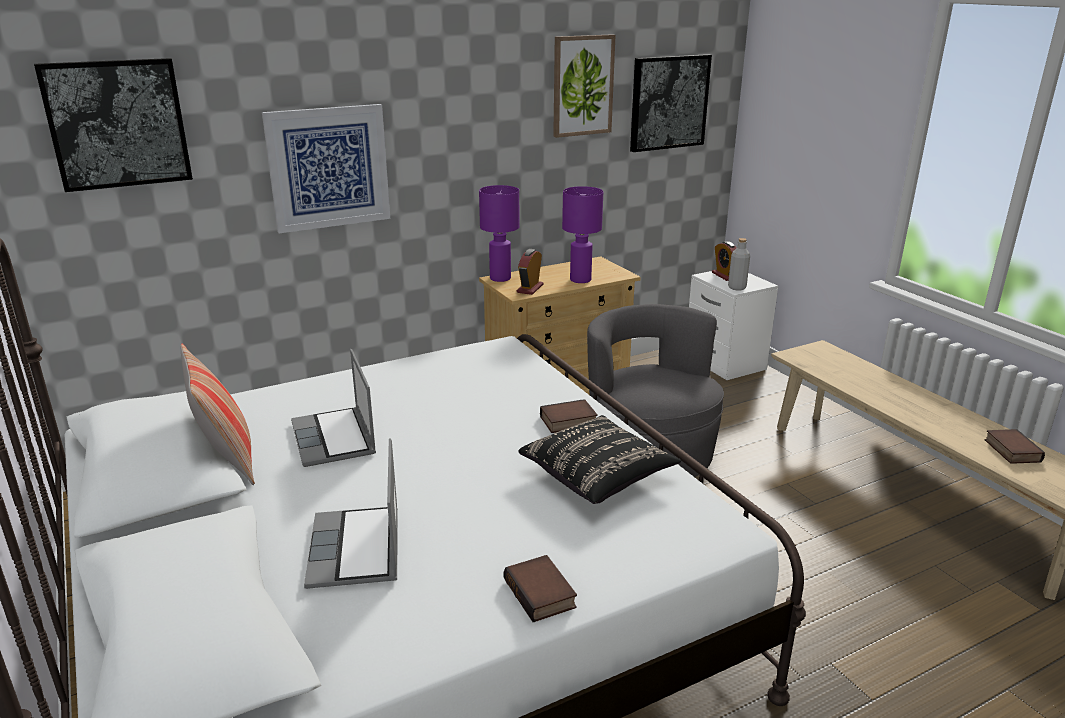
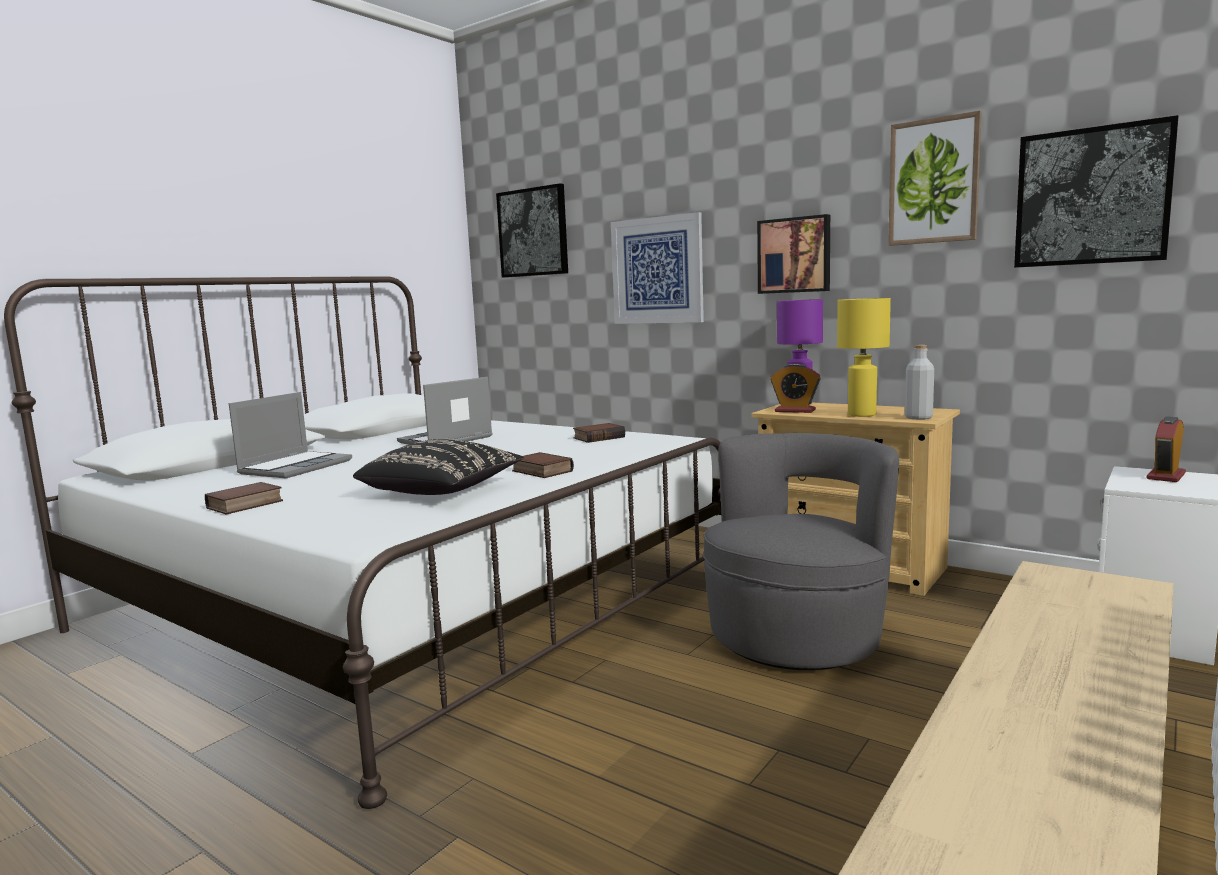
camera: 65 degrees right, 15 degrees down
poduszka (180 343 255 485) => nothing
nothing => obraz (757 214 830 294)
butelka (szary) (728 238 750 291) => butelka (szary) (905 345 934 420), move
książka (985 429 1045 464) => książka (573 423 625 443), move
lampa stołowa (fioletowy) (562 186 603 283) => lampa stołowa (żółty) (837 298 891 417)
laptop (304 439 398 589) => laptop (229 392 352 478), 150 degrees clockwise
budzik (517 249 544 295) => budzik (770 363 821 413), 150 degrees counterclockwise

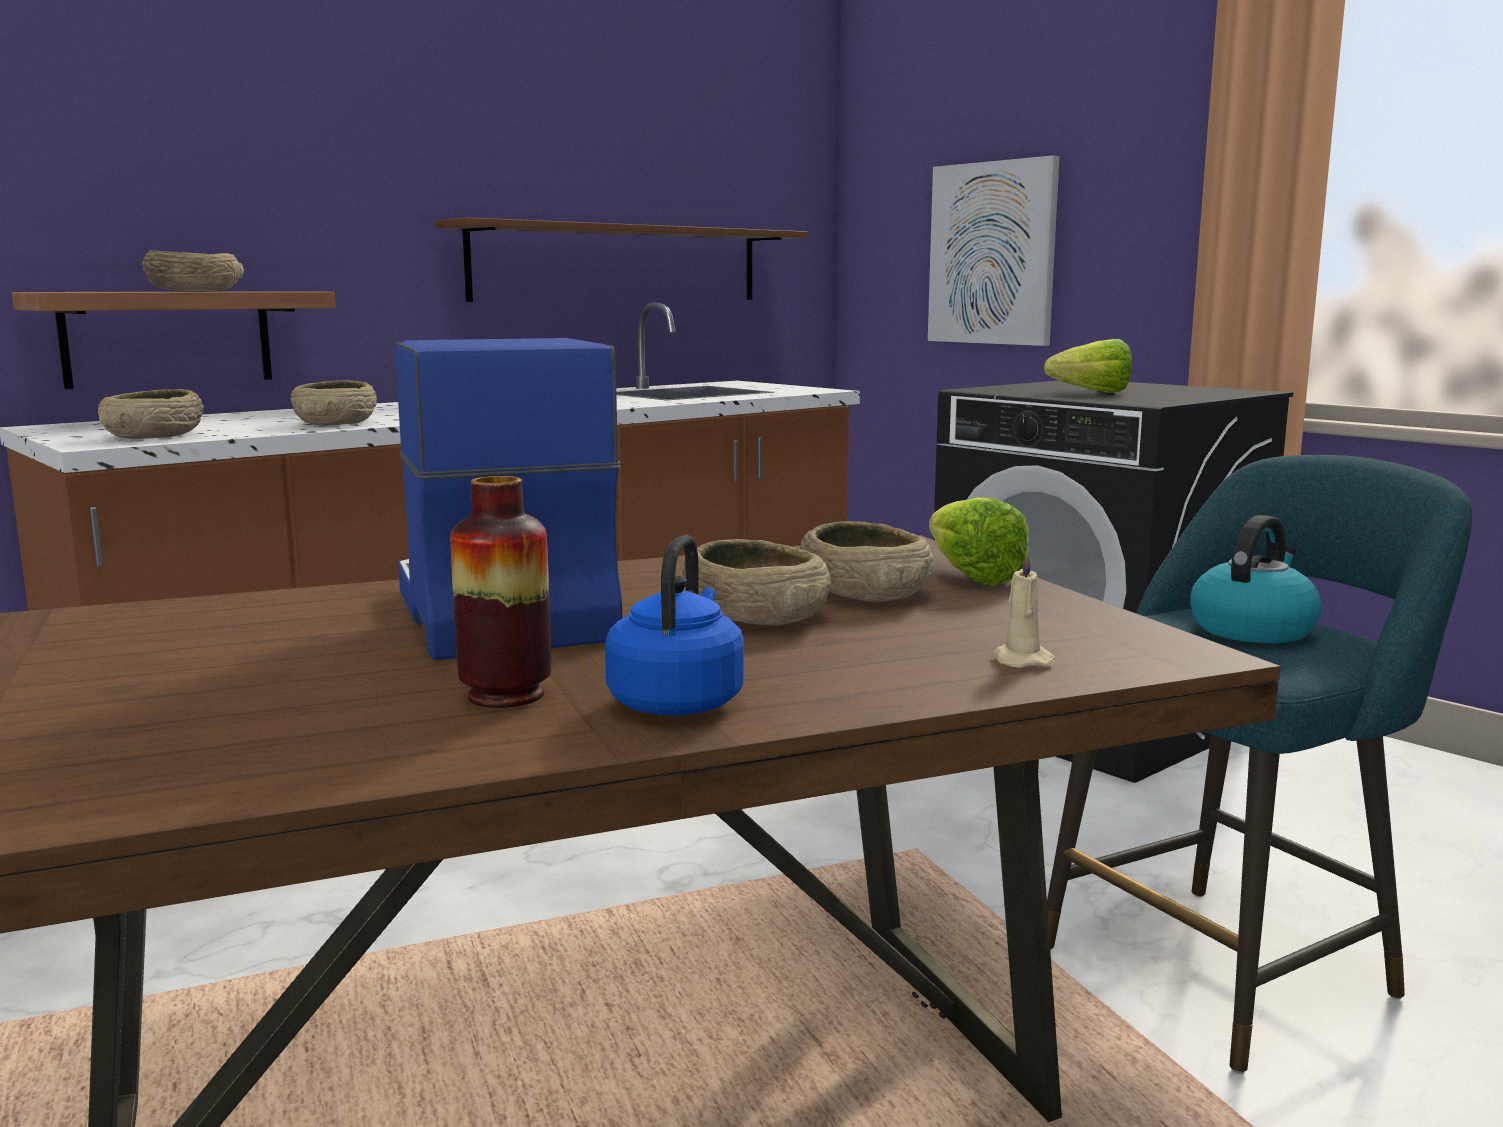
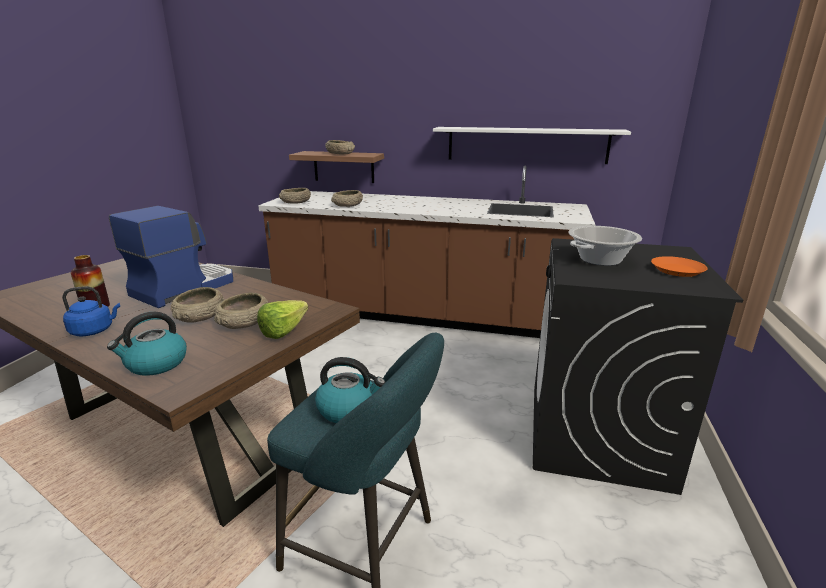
camera: 55 degrees right, 10 degrees up
obraz (928 155 1060 346) => nothing
nothing => talerz (pomarańczowy) (651 256 708 277)
świeca (beżowy) (992 549 1055 668) => czajnik (107 312 187 376)
sałata (1044 339 1132 393) => garnek (569 226 642 266)
półka (brązowy) (435 217 807 302) => półka (biały) (433 127 631 164)

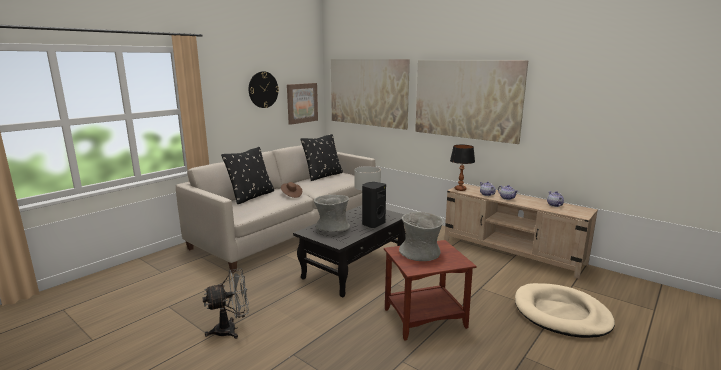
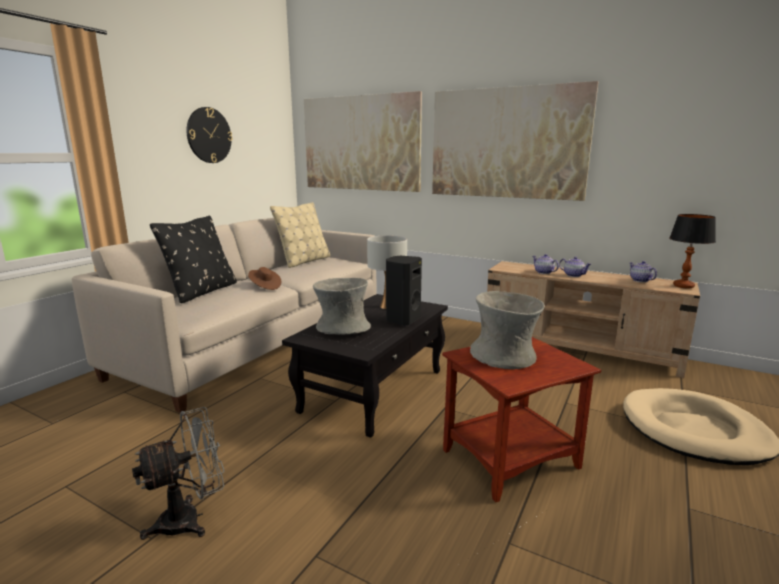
camera: 10 degrees left, 0 degrees up
obraz (287 83 318 125) => nothing
lampa stołowa (450 145 475 191) => lampa stołowa (669 214 716 289), move
poduszka (czarny) (300 134 343 181) => poduszka (beżowy) (270 202 330 268)

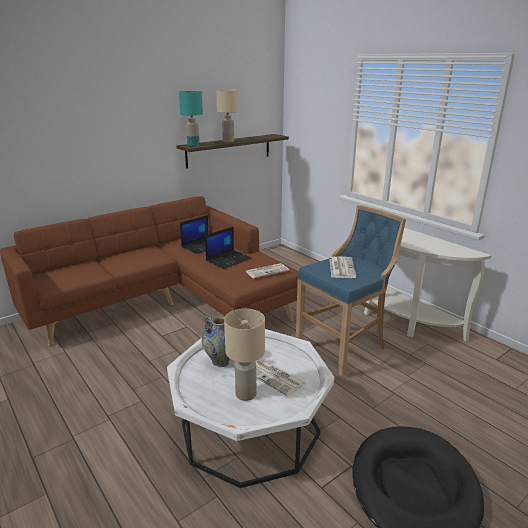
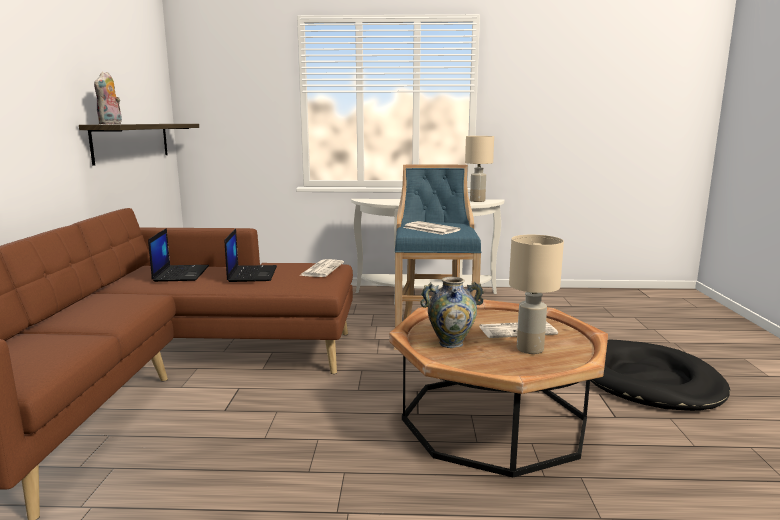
camera: 50 degrees left, 10 degrees down
lampa stołowa (beżowy) (216 89 238 142) => lampa stołowa (beżowy) (465 136 494 202), move
lampa stołowa (turkusowy) (179 91 203 147) => pluszak (94 72 122 124)
ława (biały) (167 329 335 488) => ława (brązowy) (389 299 608 477)

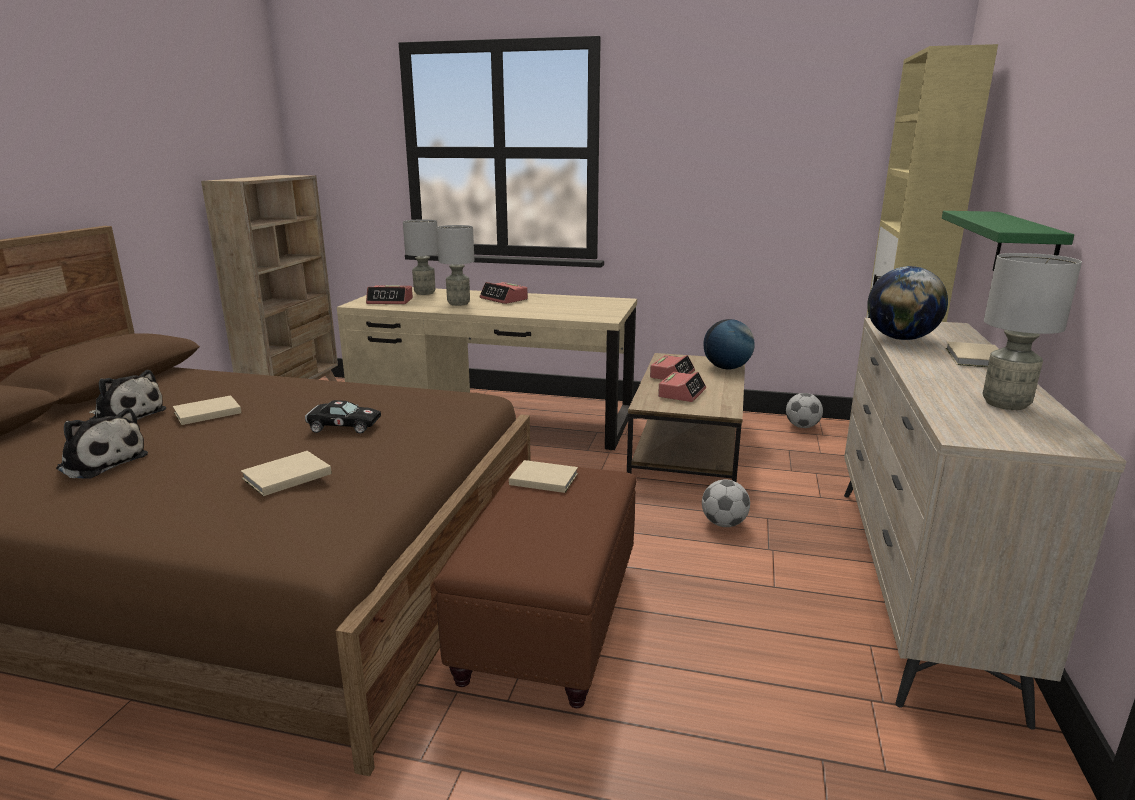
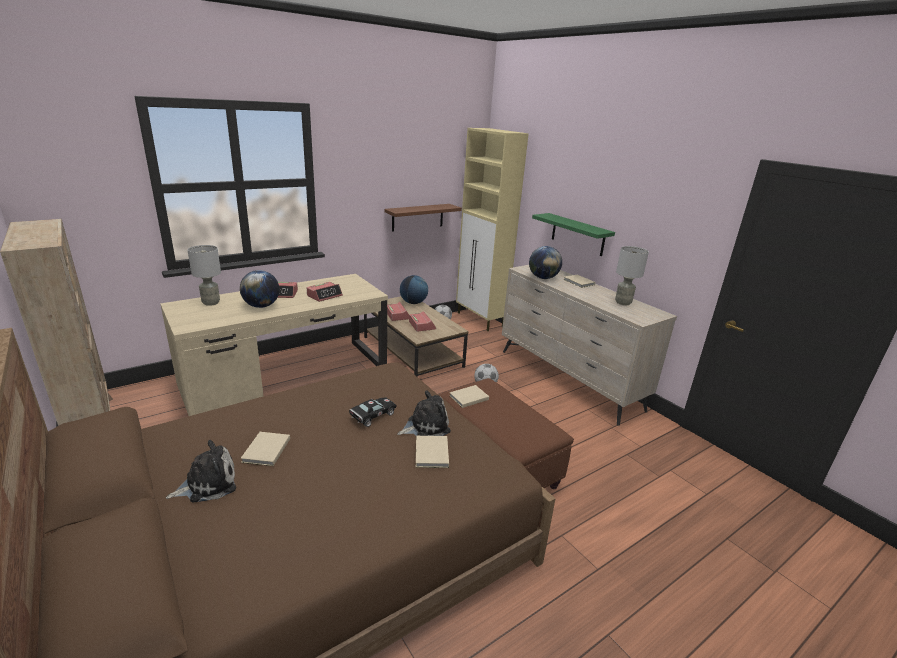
camera: 50 degrees left, 5 degrees up
nothing => półka (brązowy) (384 204 462 232)
pluszak (56 408 148 479) => pluszak (397 390 451 436), move
budzik (366 285 413 304) => budzik (307 282 343 302), move
lampa stołowa (szary) (436 225 475 306) => globus (240 270 279 308)

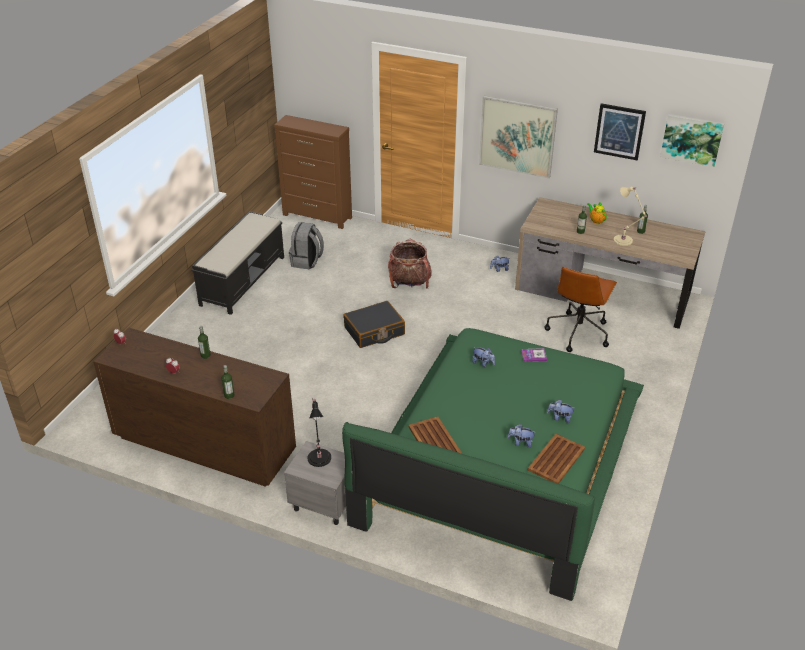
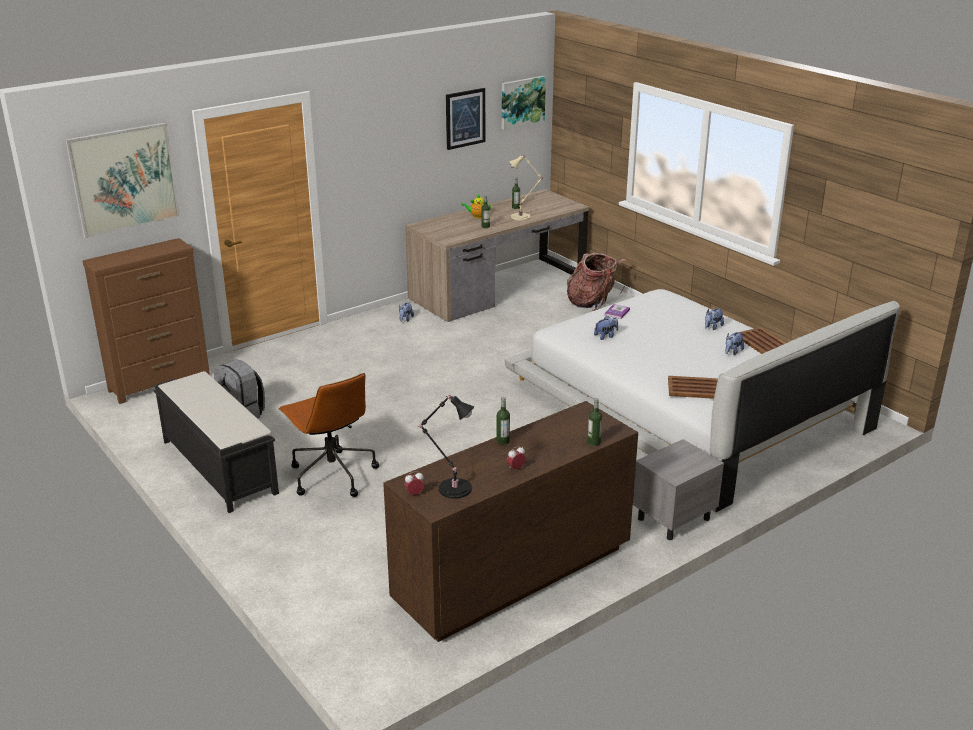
camera: 60 degrees left, 10 degrees down
walizka (czarny) (344 301 405 348) => nothing
lampa stołowa (czarny) (308 398 331 467) => lampa stołowa (czarny) (417 394 474 499), move
plecak (388 239 432 289) => plecak (567 252 630 311), move
obraz (479 96 558 179) => obraz (65 122 180 238), move
krzesło biurowe (brązowy) (544 267 617 352) => krzesło biurowe (brązowy) (278 373 379 497), move
łóżko (zielony) (342 328 644 601) => łóżko (biały) (504 289 900 512)

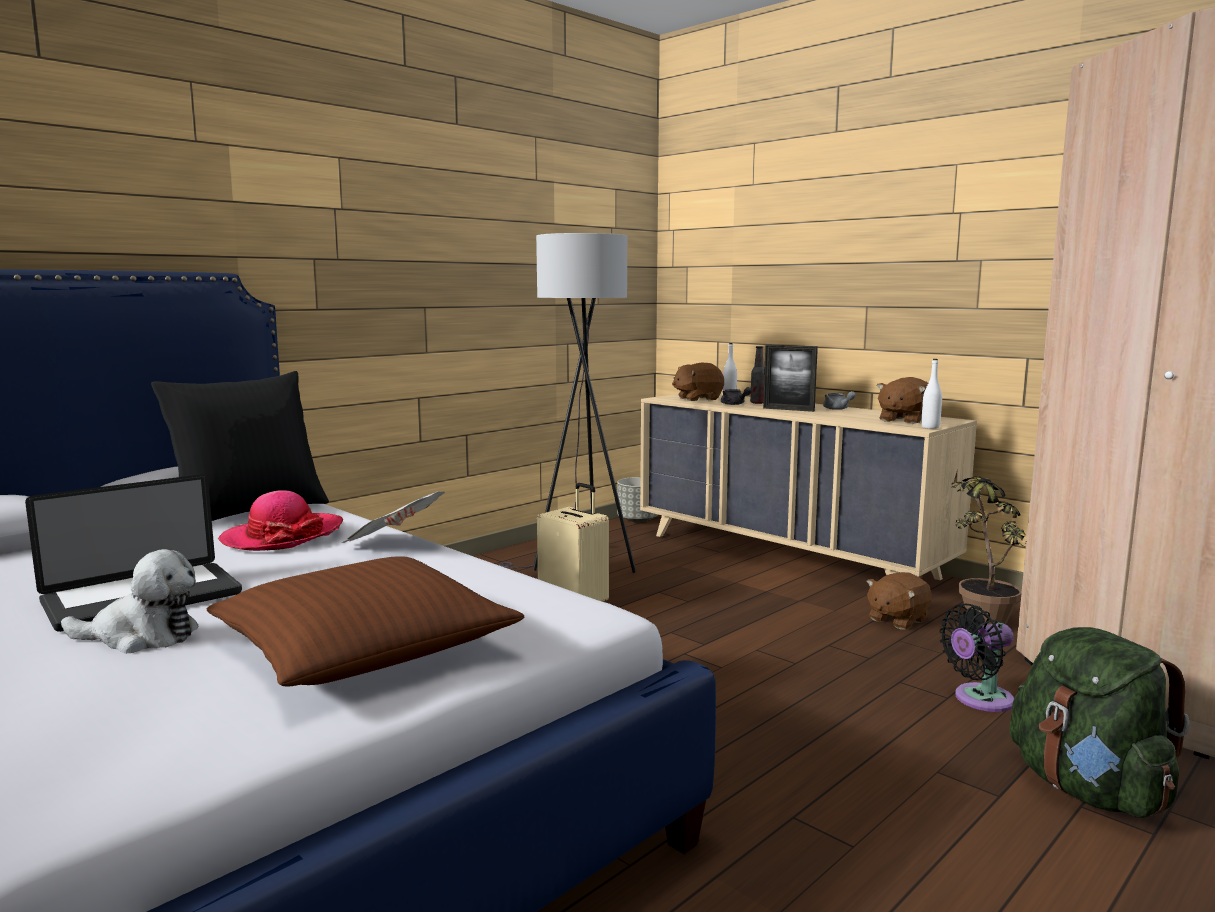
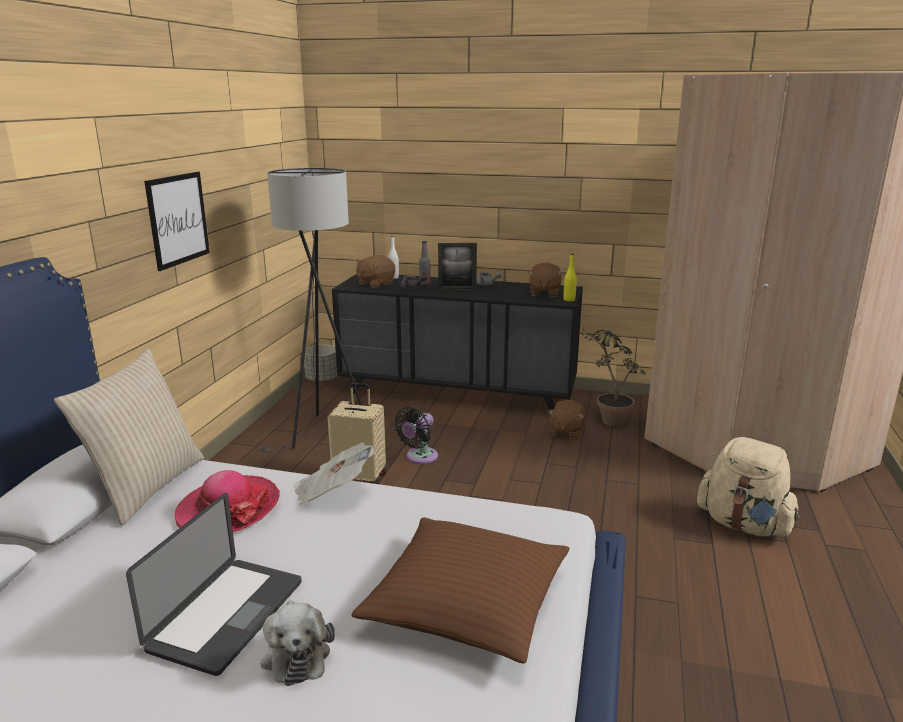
camera: 30 degrees left, 10 degrees up
nothing => obraz (144 172 210 271)
wentylator (czarny) (939 604 1014 712) => wentylator (czarny) (394 407 438 464), move
poduszka (czarny) (151 371 329 521) => poduszka (beżowy) (54 348 204 526)
komoda (beżowy) (640 394 977 580) => komoda (czarny) (332 274 583 410)
butelka (biały) (922 359 942 429) => butelka (żółty) (564 254 577 301)
plecak (zielony) (1009 627 1190 818) => plecak (beżowy) (697 437 800 537)
pluszak (61 549 199 653) => pluszak (260 600 335 686), 105 degrees clockwise

